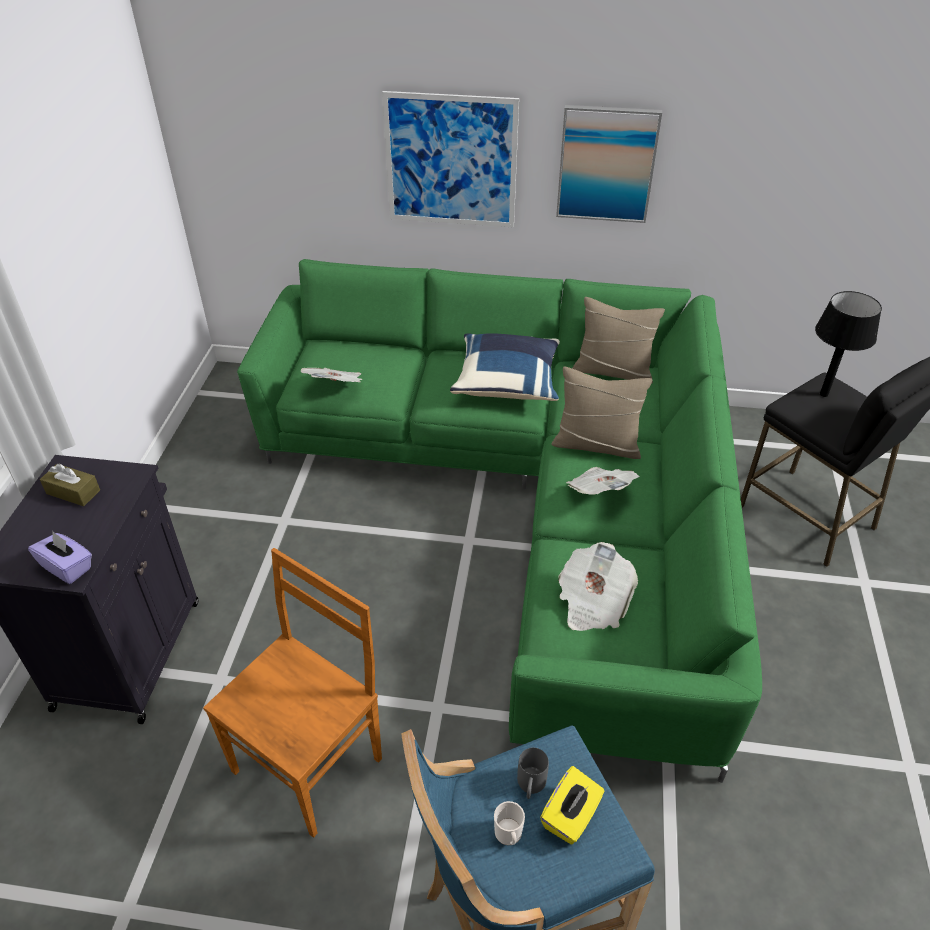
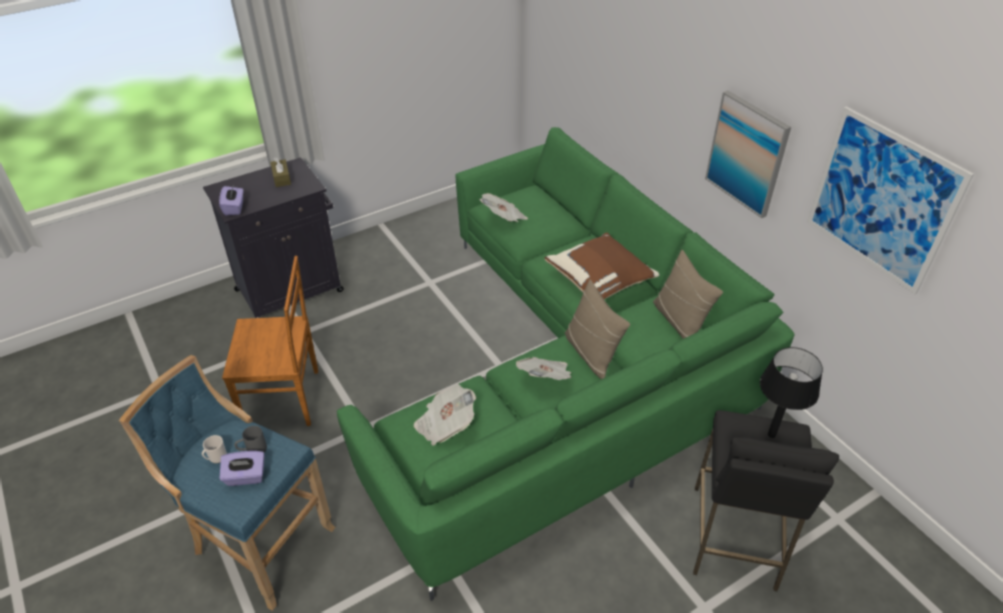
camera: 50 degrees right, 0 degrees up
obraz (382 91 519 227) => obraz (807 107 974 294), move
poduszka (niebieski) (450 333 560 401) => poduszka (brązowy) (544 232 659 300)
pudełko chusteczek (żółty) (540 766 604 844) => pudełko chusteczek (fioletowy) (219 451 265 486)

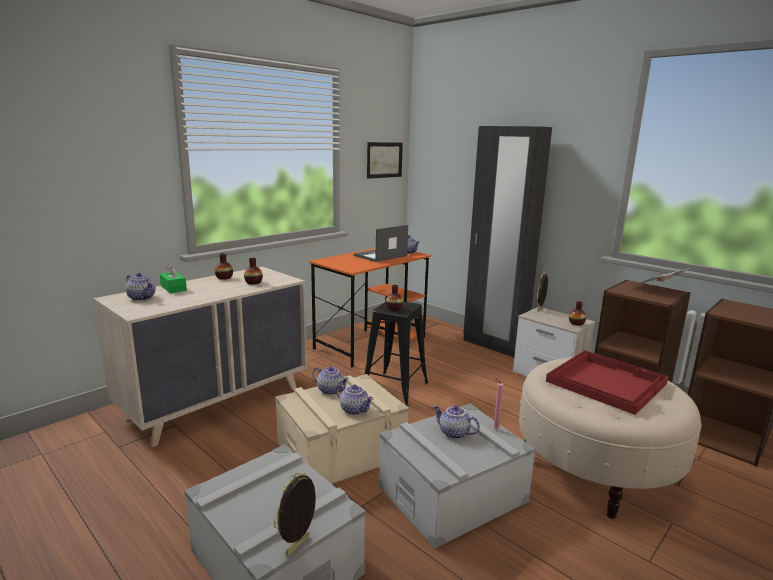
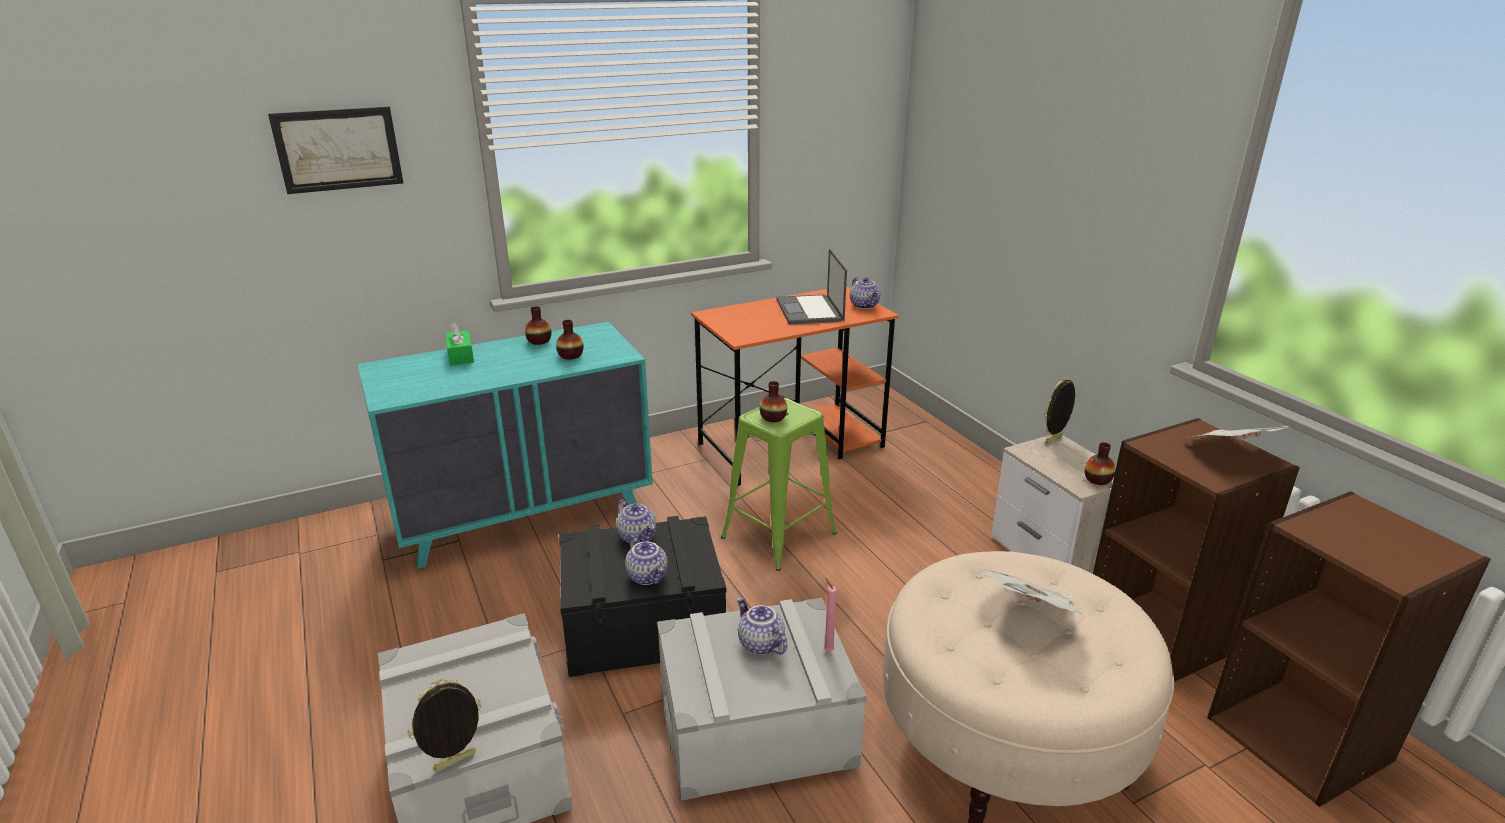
camera: 20 degrees right, 10 degrees up
imbryk (125 273 155 301) => nothing
szafa (czarny) (463 126 552 358) => nothing
obraz (367 142 403 179) => obraz (268 106 403 194), move
taca (czerwony) (546 350 669 415) => gazeta (982 569 1082 614)
komoda (beżowy) (94 267 307 448) => komoda (turkusowy) (357 322 653 569)
pojemnik do przechowywania (beżowy) (275 374 409 484) => pojemnik do przechowywania (czarny) (559 516 726 677)
stołek (czarny) (365 302 428 407) => stołek (zielony) (721 398 837 571)
laptop (354 225 408 262) => laptop (776 249 847 325), 75 degrees counterclockwise

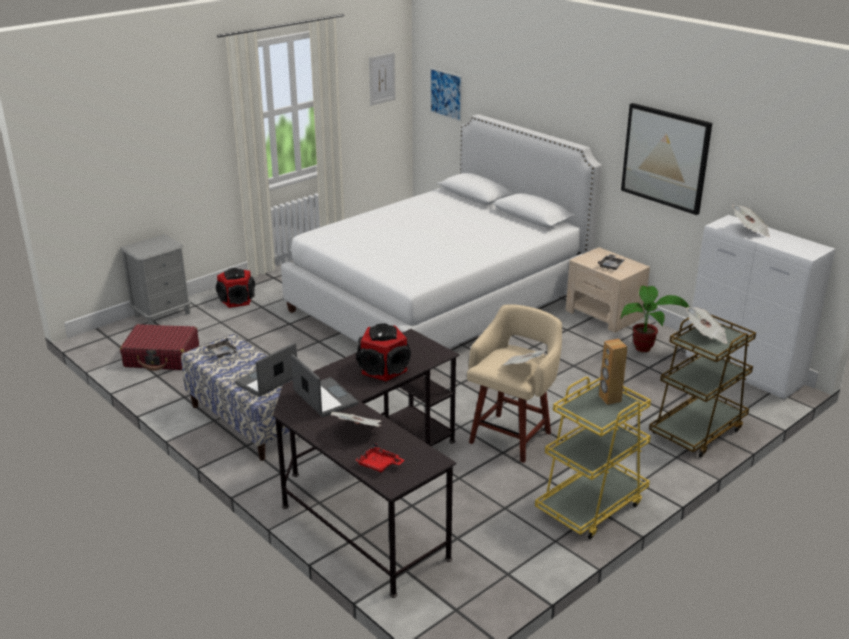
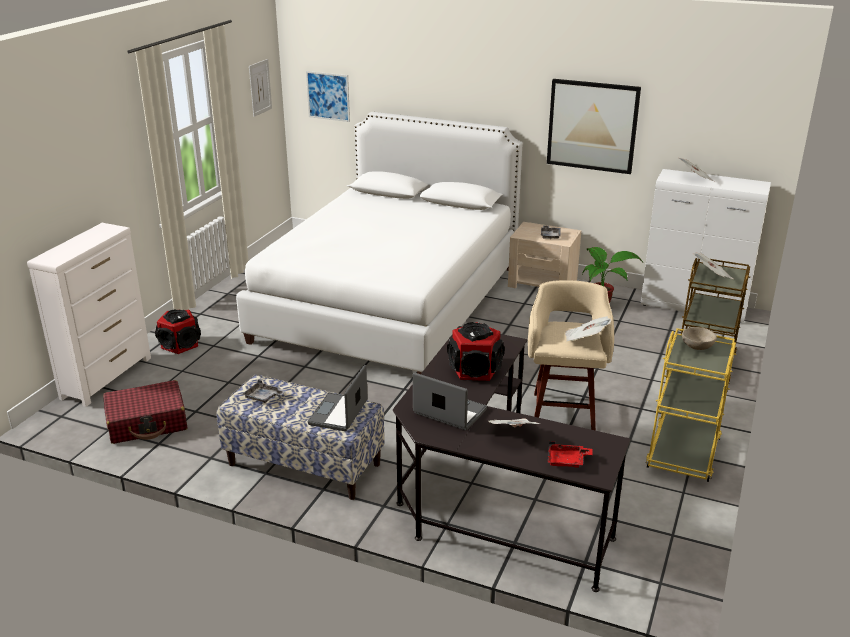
camera: 25 degrees left, 0 degrees up
szafka nocna (szary) (120 234 191 325) => komoda (biały) (27 223 151 407)
głośnik (brązowy) (599 339 627 405) => miska (beżowy) (682 327 717 350)

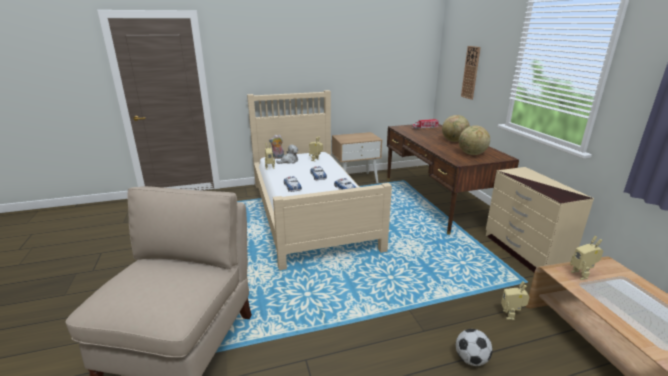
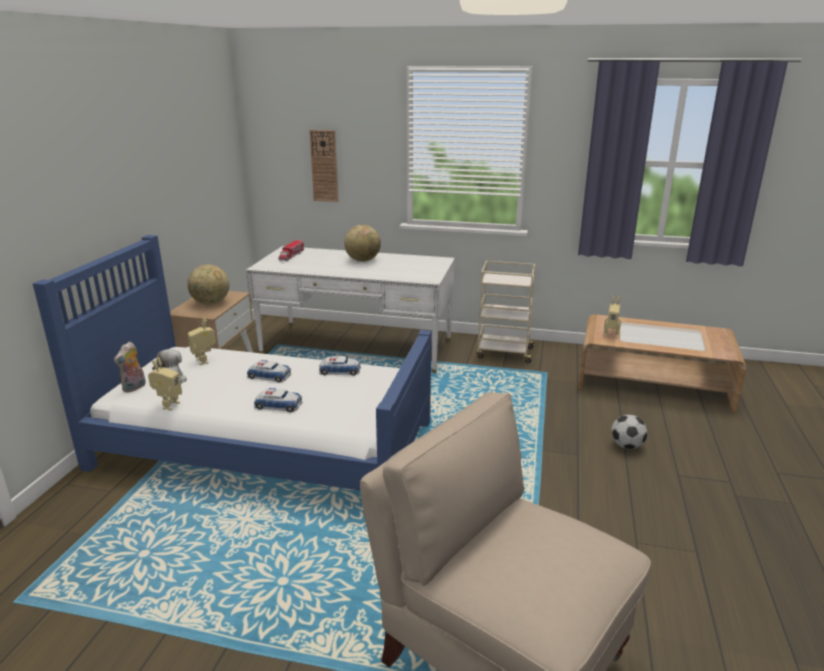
camera: 60 degrees left, 0 degrees up
robot zabawkowy (501 281 530 320) => nothing
globus (459 125 490 155) => globus (187 265 230 305), move
komoda (beżowy) (486 167 594 272) => wózek (beżowy) (476 261 536 363)
łóżko (beżowy) (247 90 392 271) => łóżko (niebieski) (33 235 431 491)
biurko (brązowy) (387 124 519 235) => biurko (biały) (246 246 455 373)

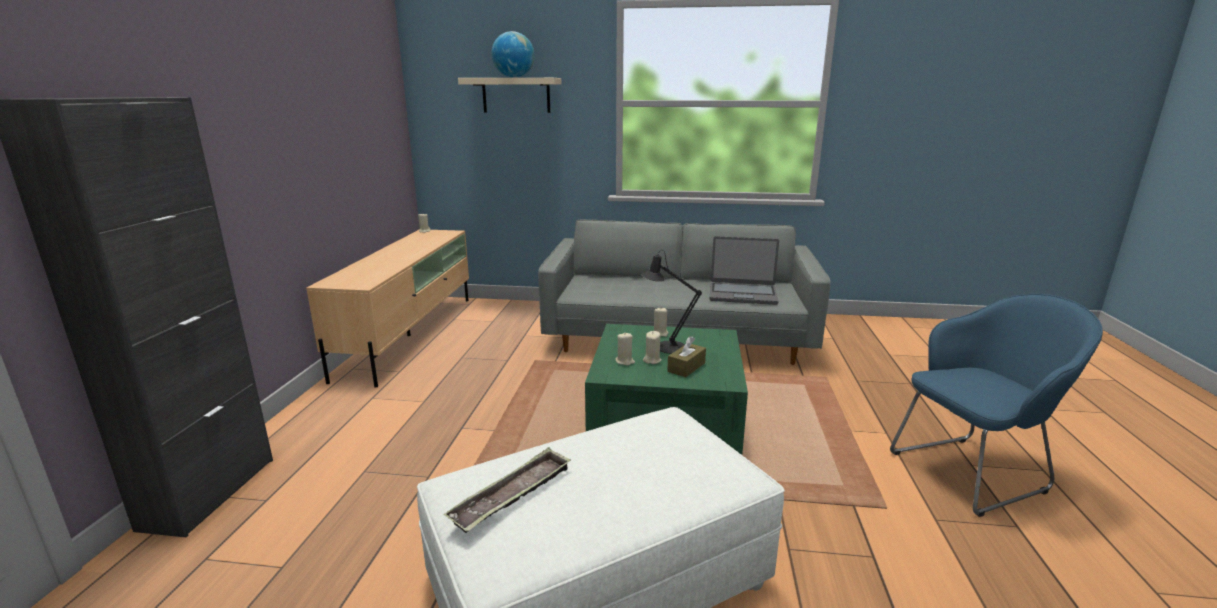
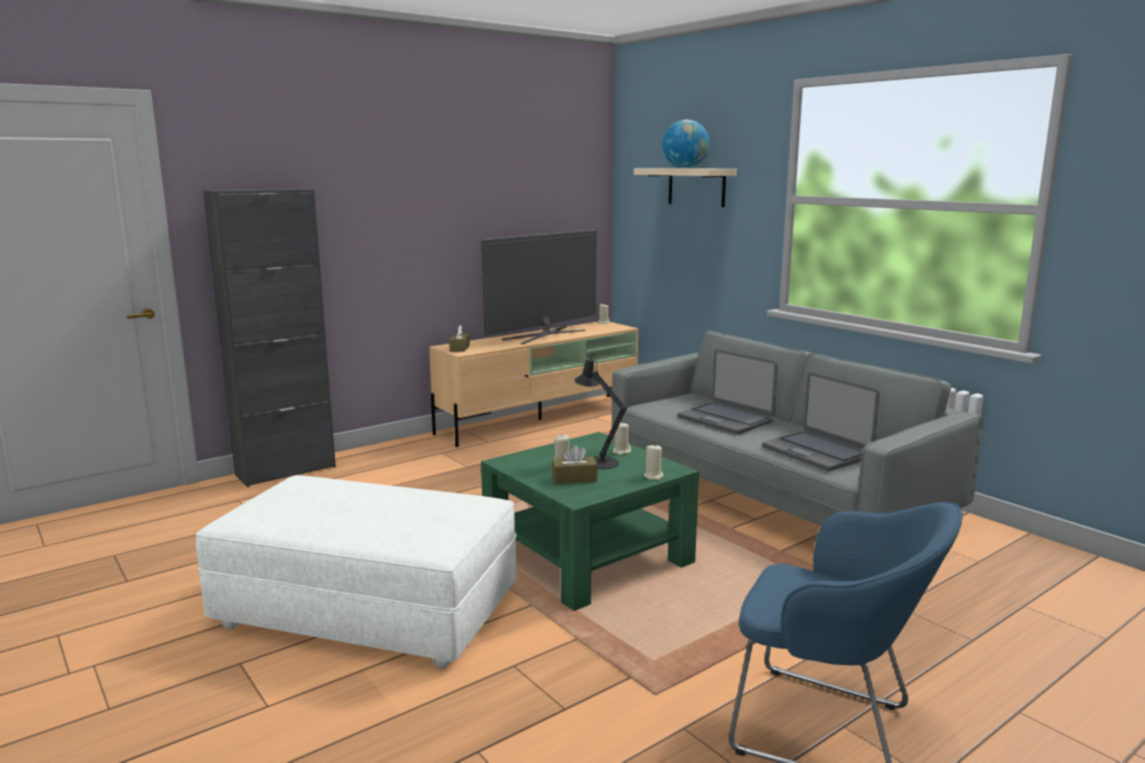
camera: 45 degrees right, 5 degrees down
taca (444 447 571 533) => nothing
nothing => pudełko chusteczek (brązowy) (449 325 470 352)
nothing => telewizor (481 229 597 344)
nothing => laptop (677 349 778 434)
świeca (beżowy) (615 332 635 365) => świeca (beżowy) (644 444 664 480), move

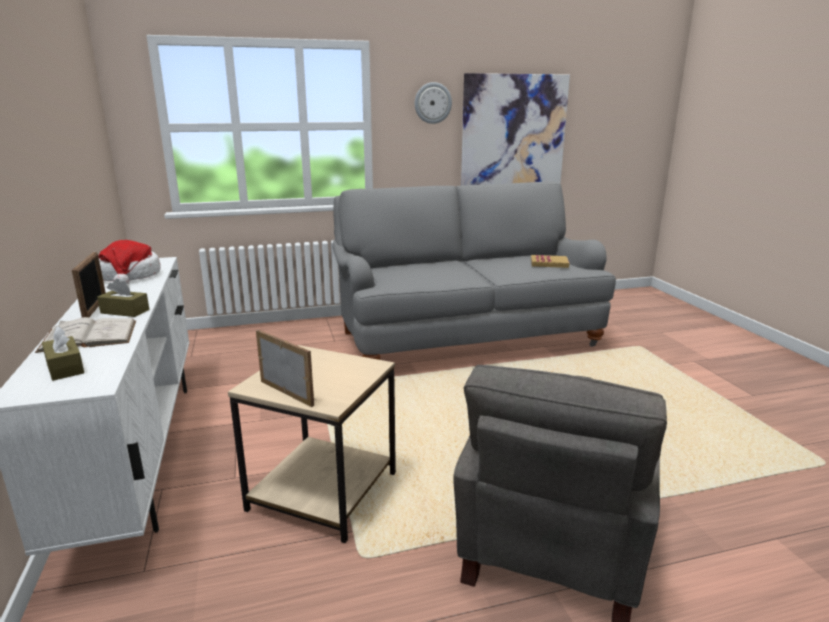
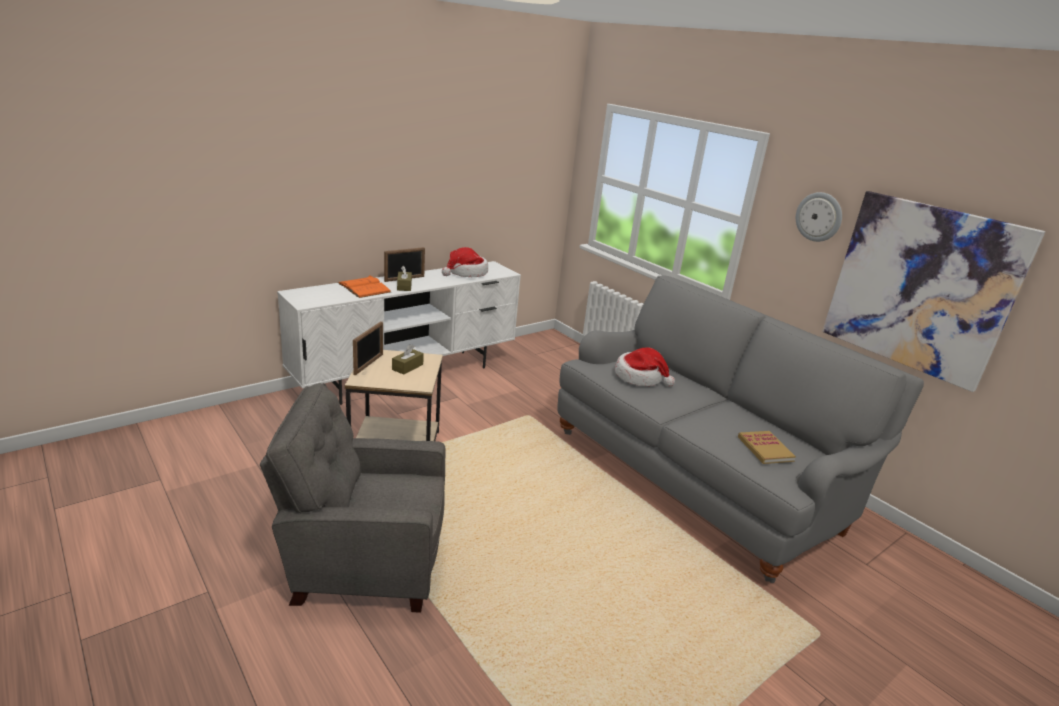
camera: 65 degrees right, 5 degrees up
nothing => kapelusz (615 348 675 387)
pudełko chusteczek (brązowy) (42 326 84 381) => pudełko chusteczek (brązowy) (392 344 424 374), move
książka (biały) (35 317 136 353) => książka (pomarańczowy) (338 275 391 298)

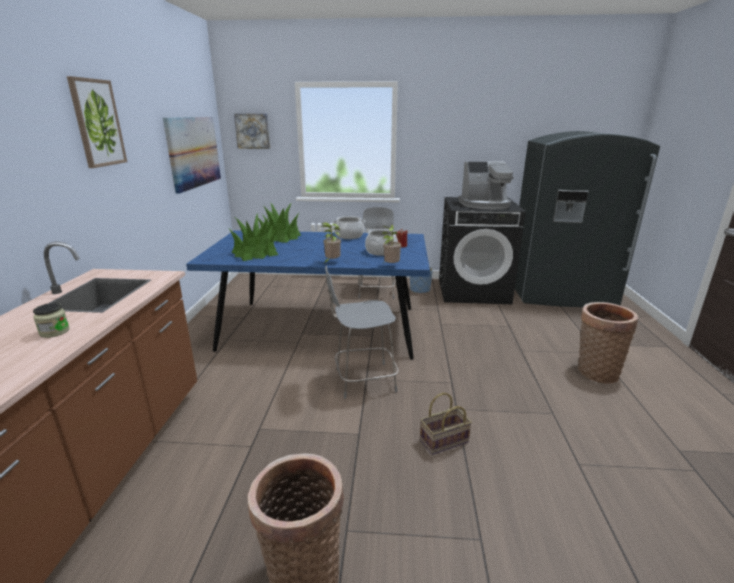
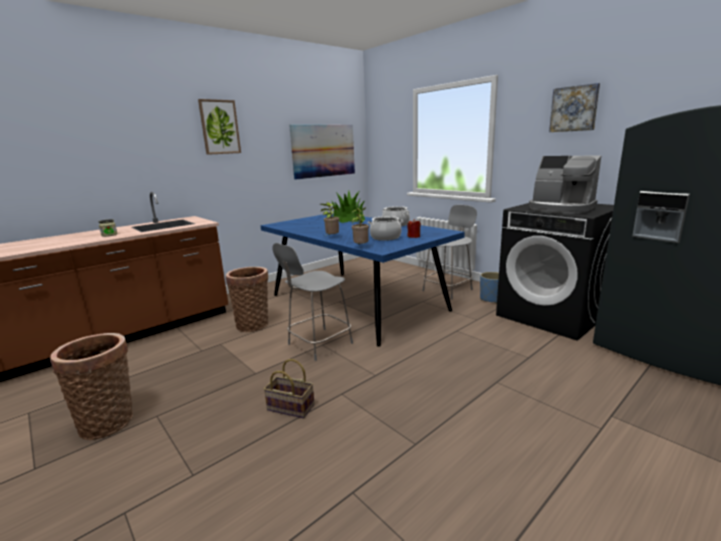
camera: 45 degrees right, 5 degrees down
roślina doniczkowa (229 213 278 261) => nothing
obraz (234 113 270 149) => obraz (549 83 600 132), move
koszyk (578 302 638 384) => koszyk (226 267 268 332), move
krzesło (szary) (325 265 399 399) => krzesło (szary) (272 243 353 361), 75 degrees counterclockwise

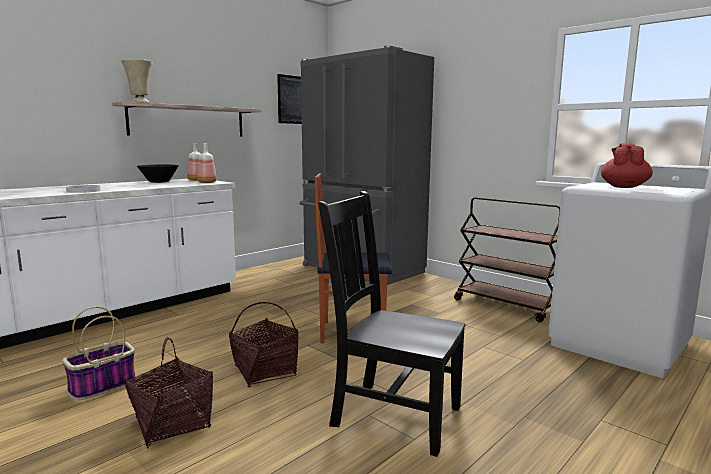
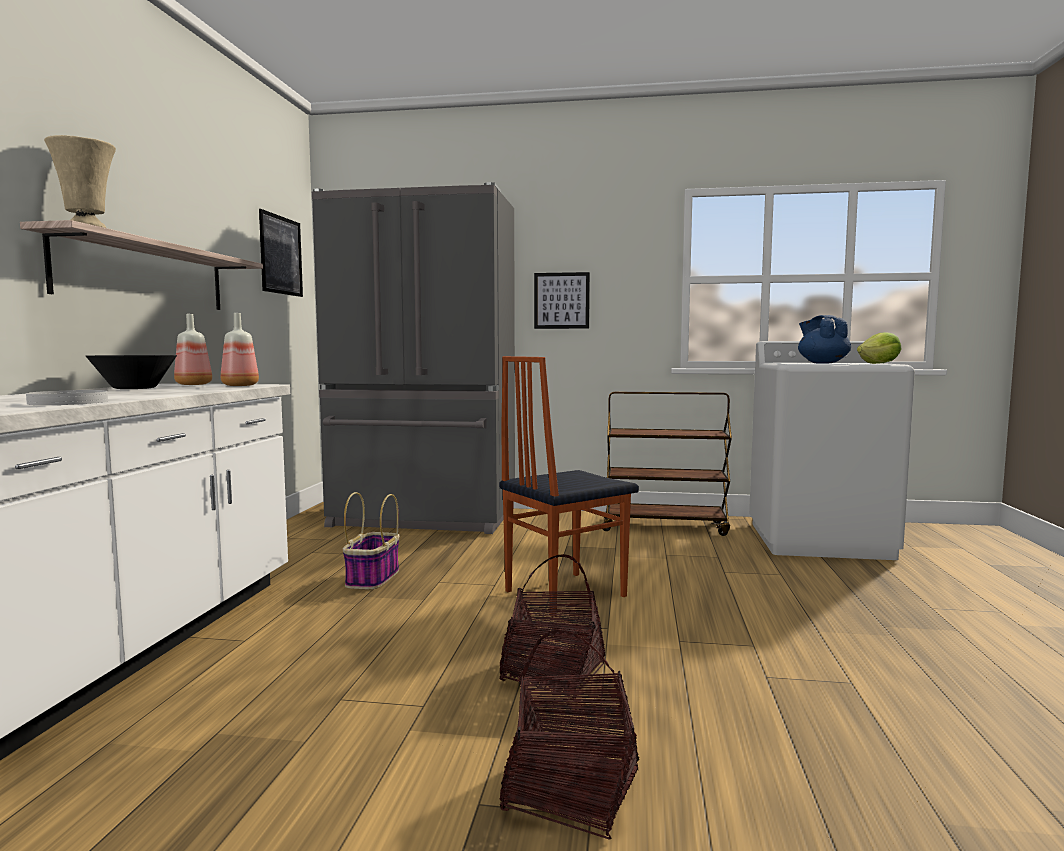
camera: 35 degrees left, 5 degrees down
krzesło (czarny) (318 191 466 457) => nothing
nothing => obraz (534 272 590 329)
nothing => sałata (857 332 901 364)
koszyk (62 306 136 400) => koszyk (343 492 399 590), move
imbryk (czerwony) (601 143 653 188) => imbryk (niebieski) (798 315 851 364)

